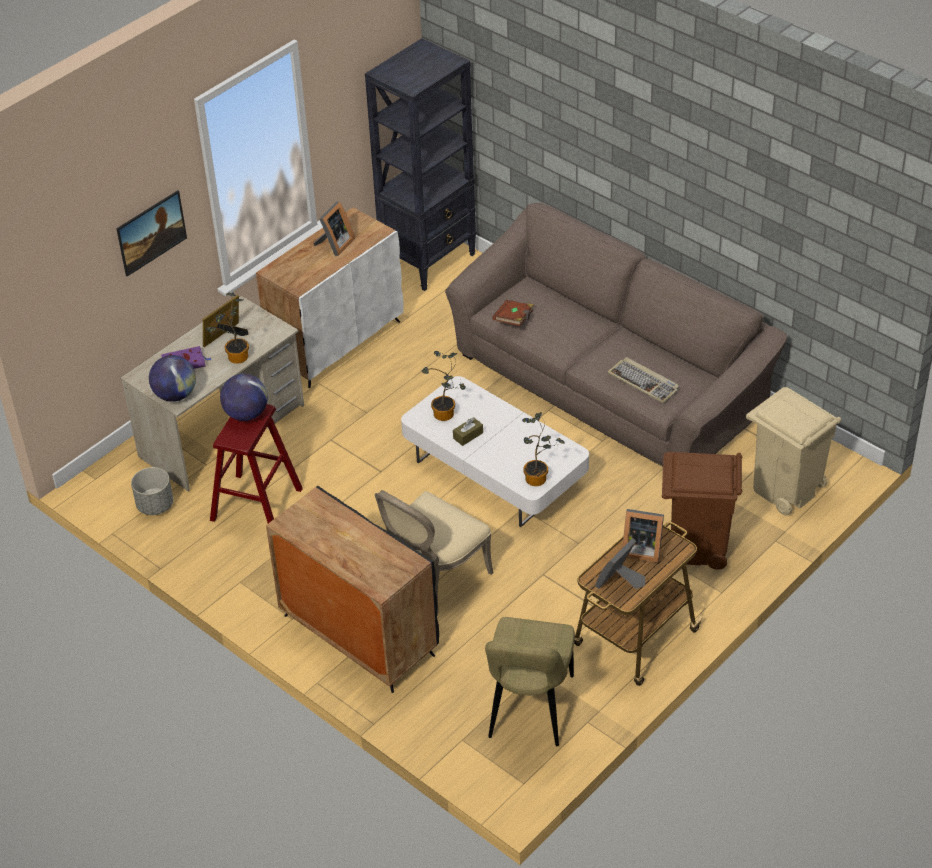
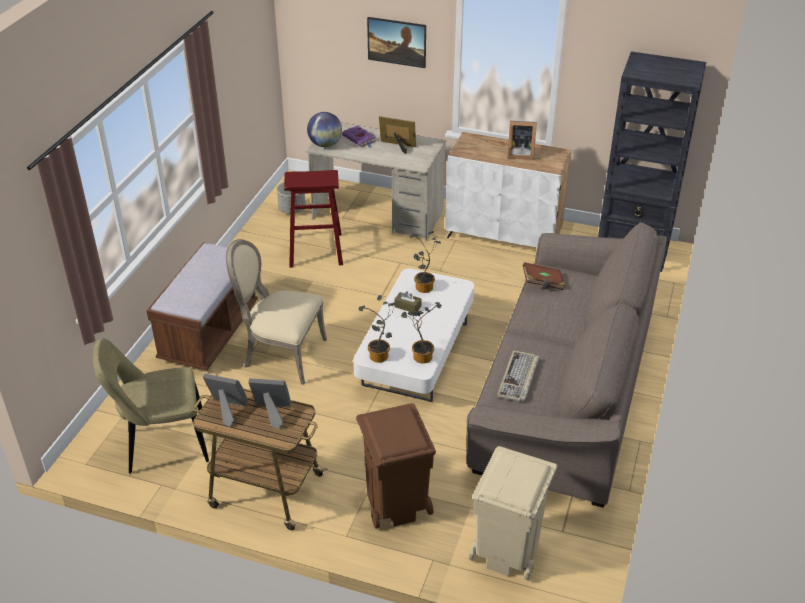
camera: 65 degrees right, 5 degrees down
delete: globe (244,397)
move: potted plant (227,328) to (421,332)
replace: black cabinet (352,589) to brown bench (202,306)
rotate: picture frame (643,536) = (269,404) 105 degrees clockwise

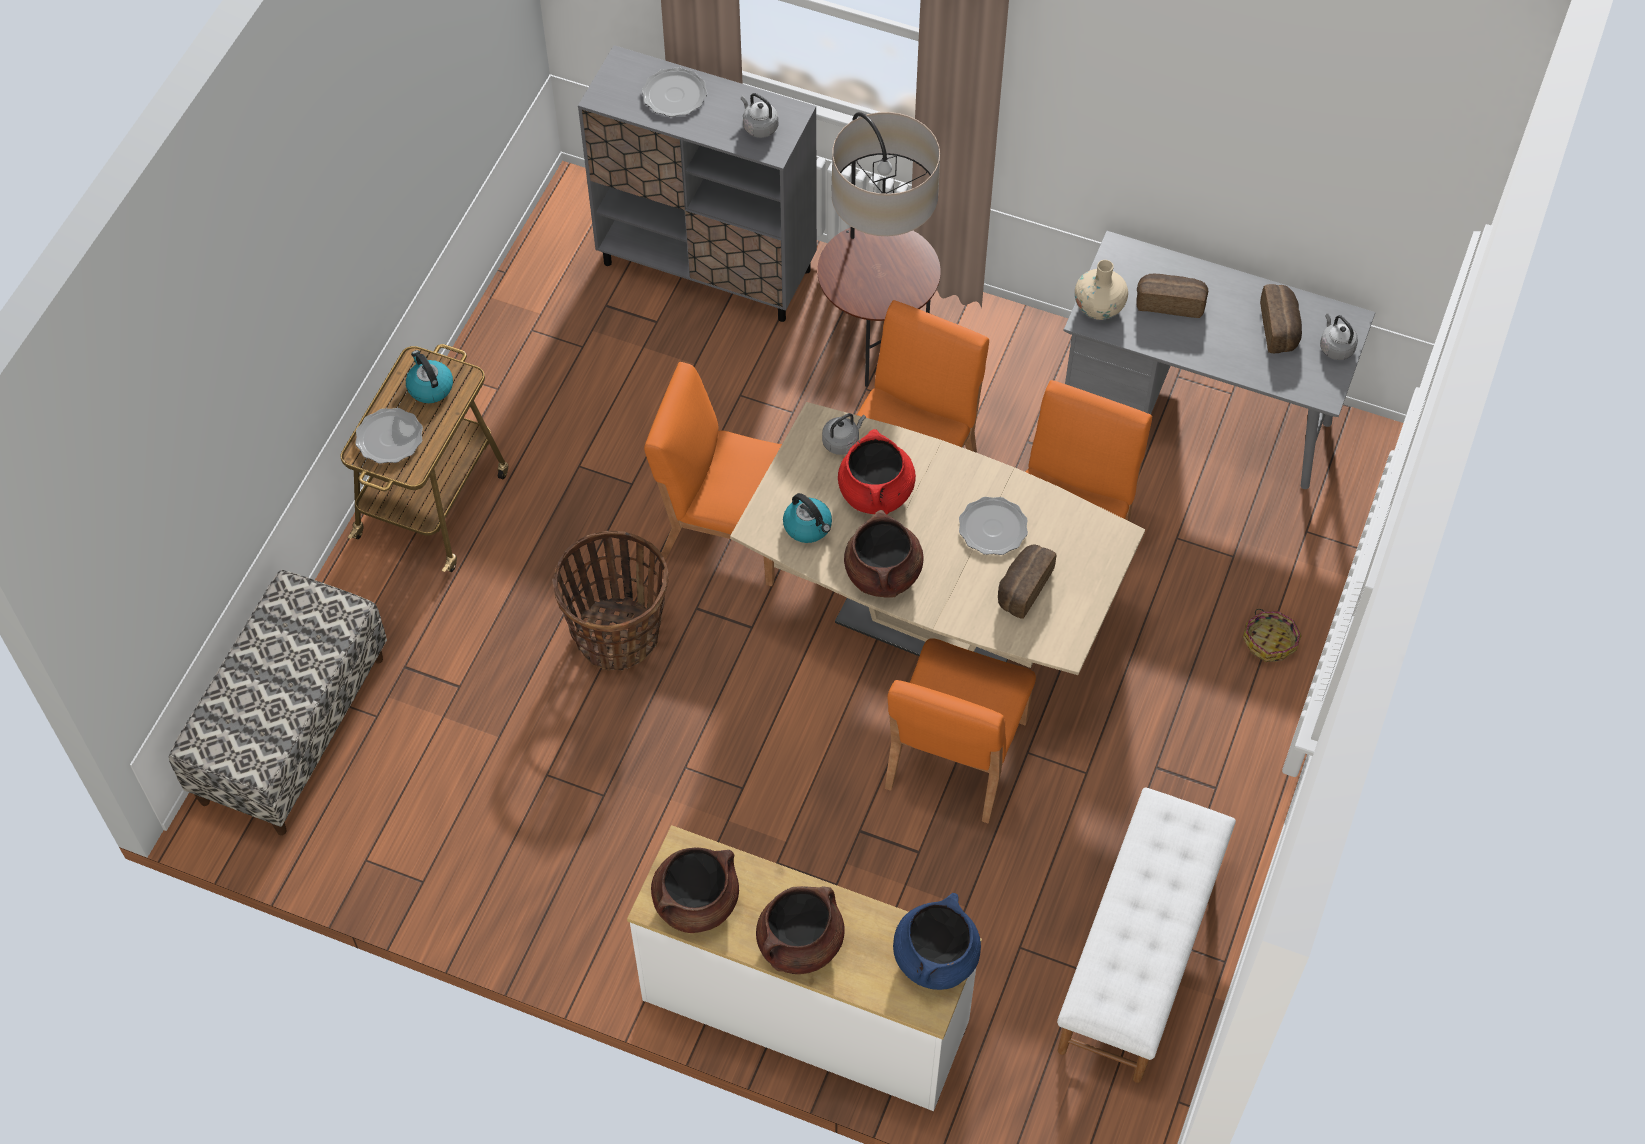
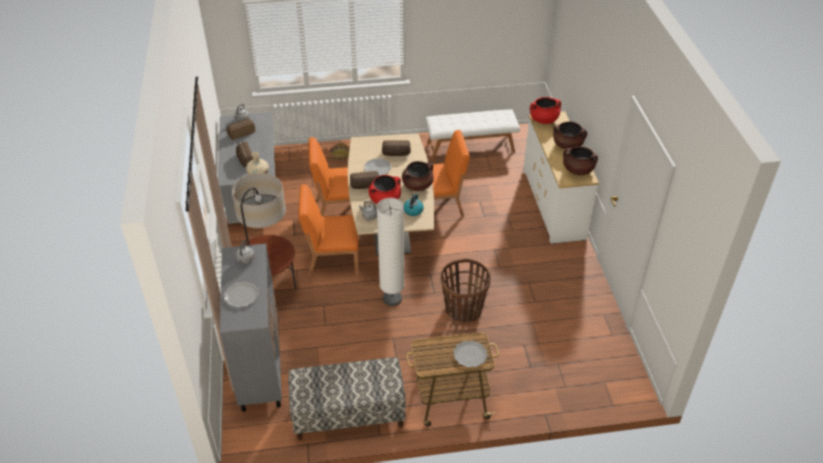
camera: 120 degrees left, 15 degrees down
delete: kettle (429,376)
insert: bread (364,180)
move: bench (278,702) to (347,398)
replace: orange chair (713,474) to white floor lamp (391,252)
recolor: blue cooking pot (937,941) to red cooking pot (545,110)

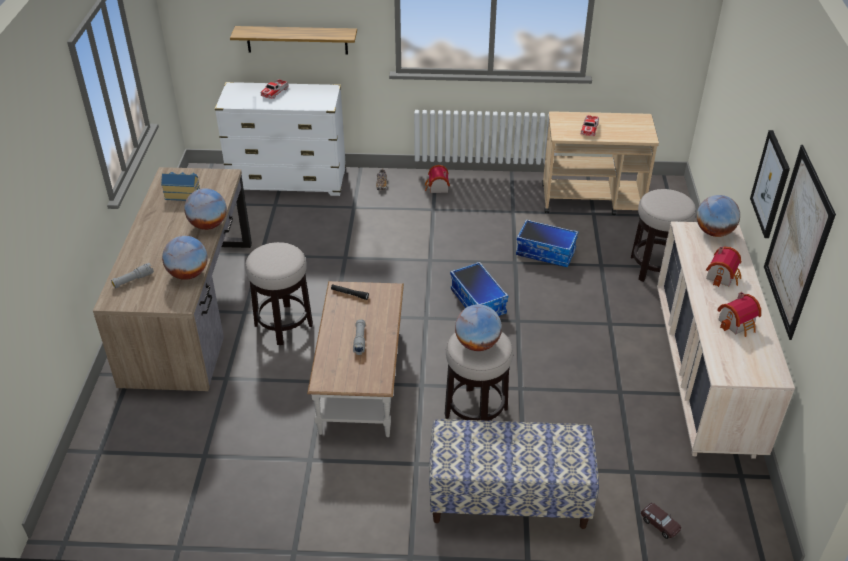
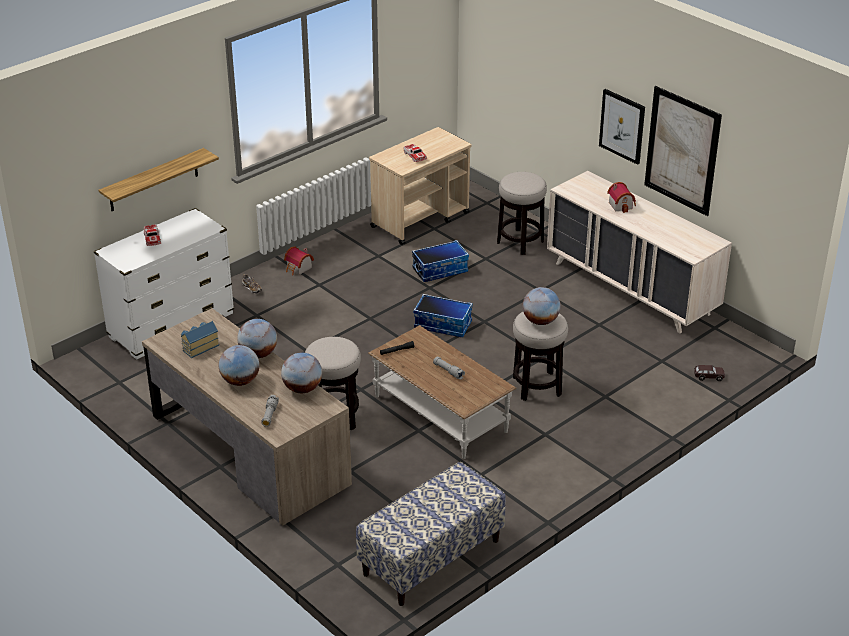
camera: 45 degrees left, 5 degrees down
delete: toy house (739,314)
move: globe (718,216) to (239,365); bench (514,474) to (431,534)

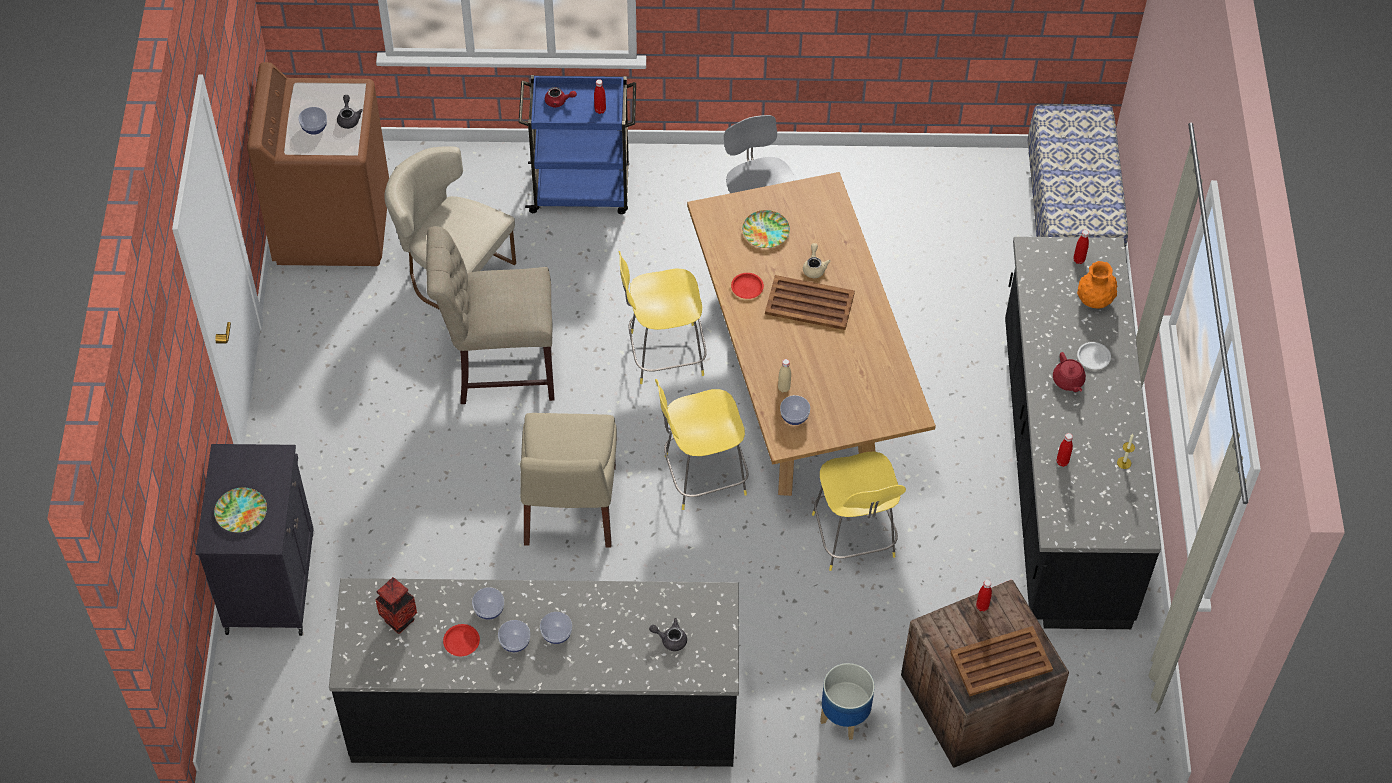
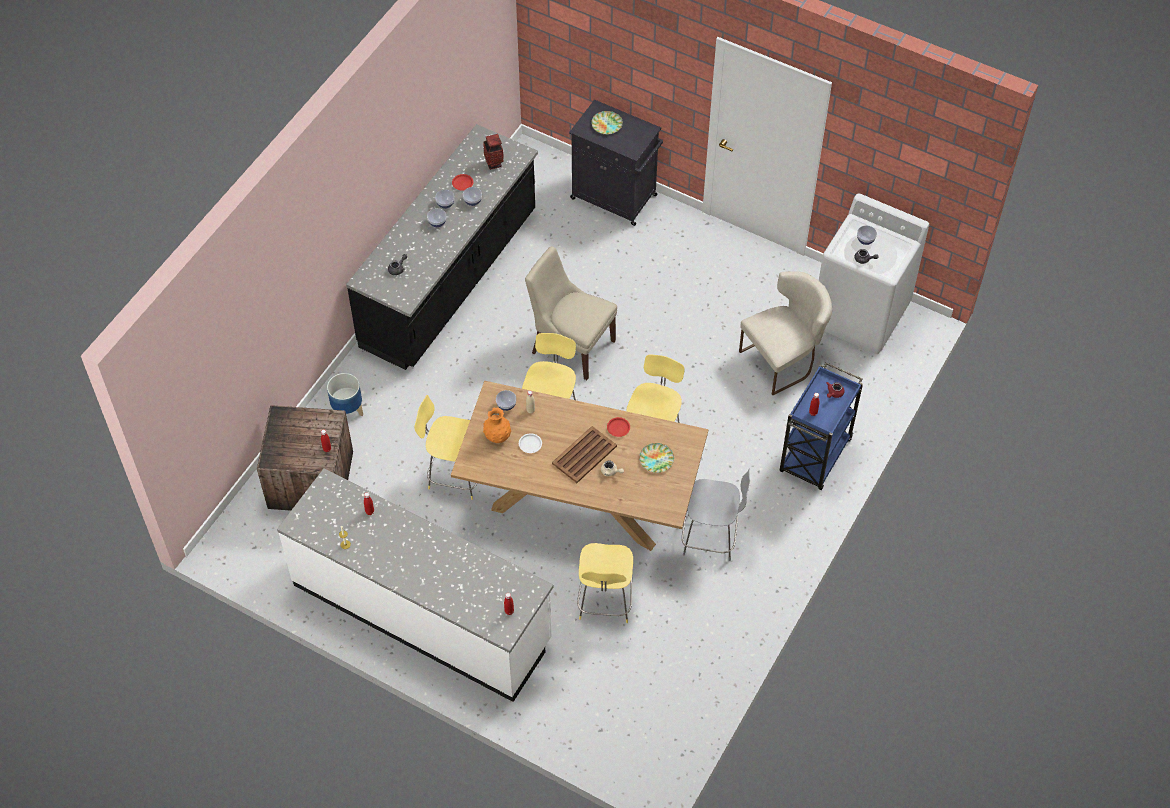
camera: 120 degrees right, 0 degrees up
delete: beige chair (490,315); brown tray (1001,661); bench (1077,177); red teapot (1069,372)
insert: yellow stool (605,583)
move: orange vase (1097,284) to (497,425); white plate (1094,355) to (530,443)
recolor: black counter (1083,433) to white counter (415,585); brown washing machine (318,164) to white washing machine (874,273)

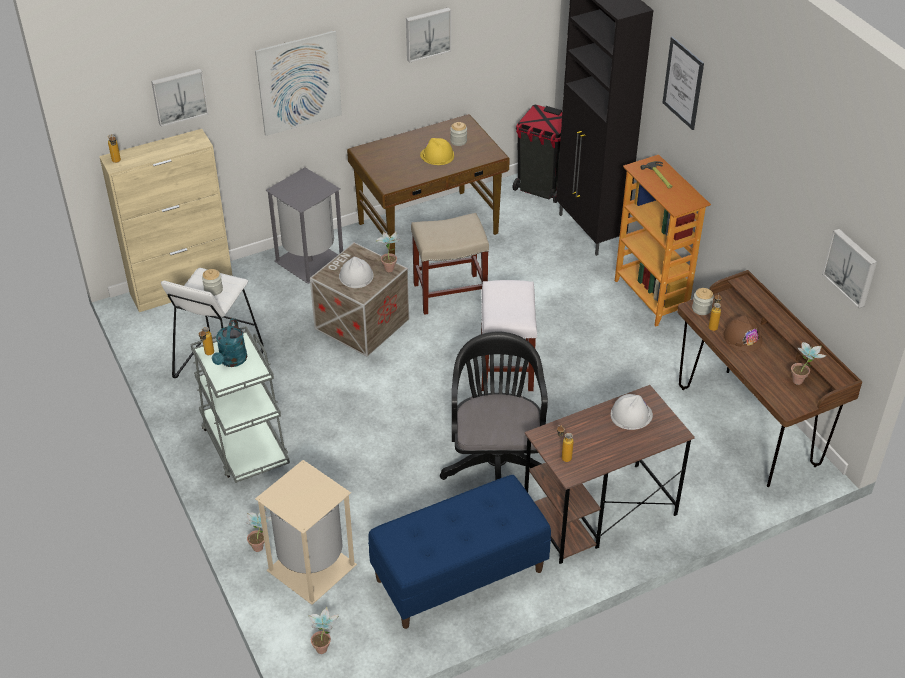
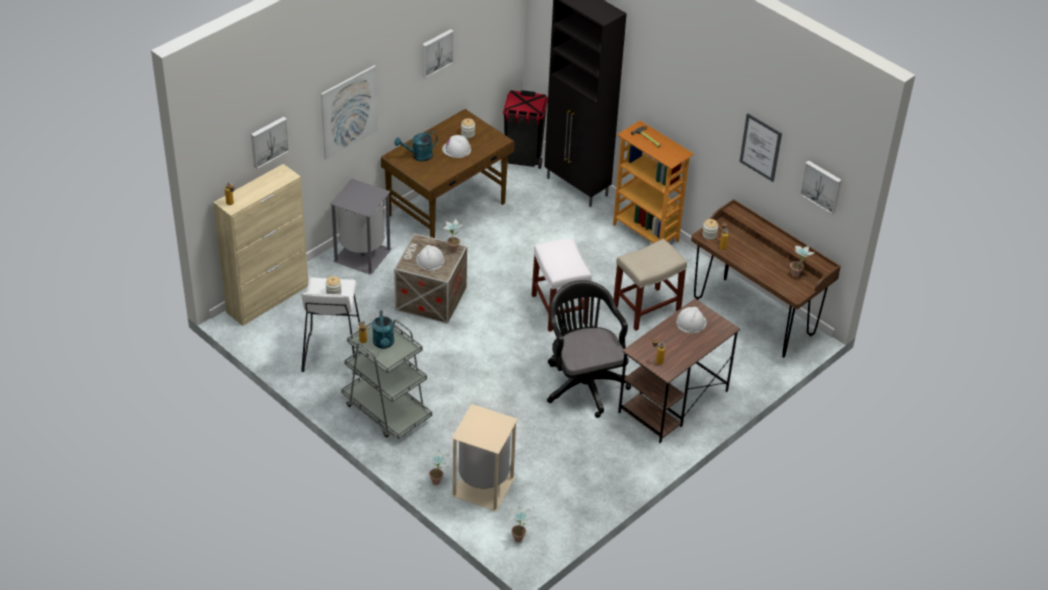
camera: 20 degrees left, 0 degrees up
delete: blue bench (459,552); brown hard hat (742,333)
insert: turquoise watering can (415,146)
move: beige stool (450,264) to (650,285); picture (683,83) to (761,147)
recolor: yellow hard hat (437,151) to white hard hat (456,146)

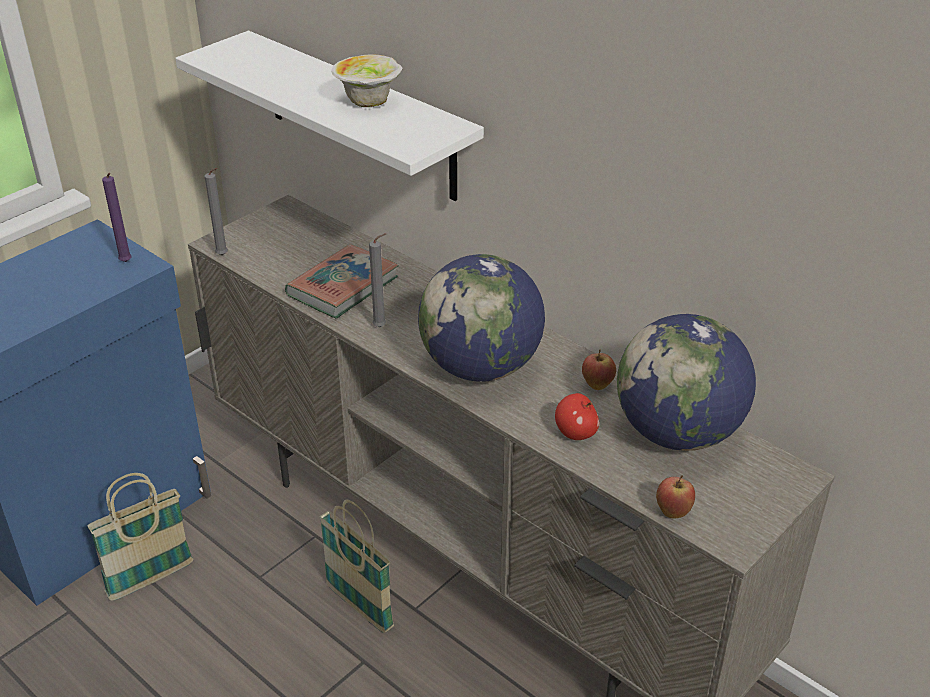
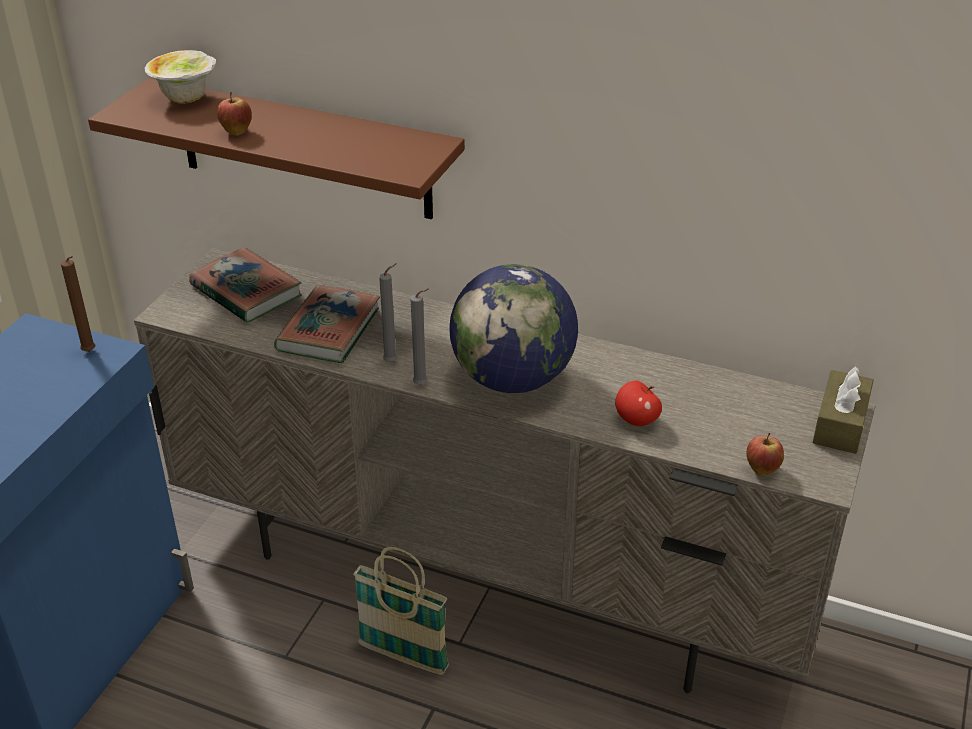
camera: 20 degrees left, 0 degrees up
delete: basket (140,536); globe (686,382)
insert: book (245,285); brown tissue box (843,410)
move: bowl (367,80) to (180,77); apple (599,370) to (234,114); grey candle (216,211) to (420,336)
recolor: purple candle (117,217) to brown candle (78,304); white shelf (329,116) to brown shelf (276,148)

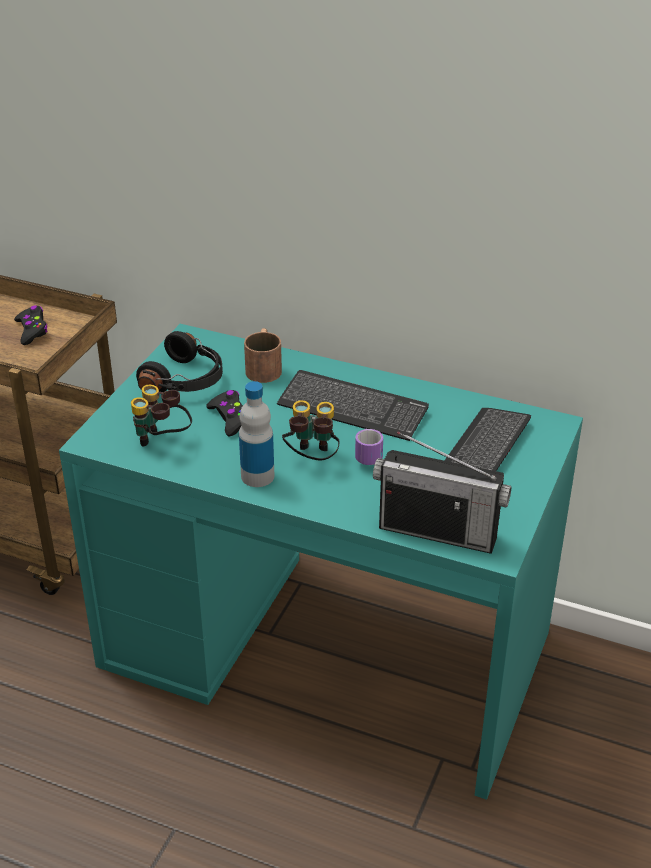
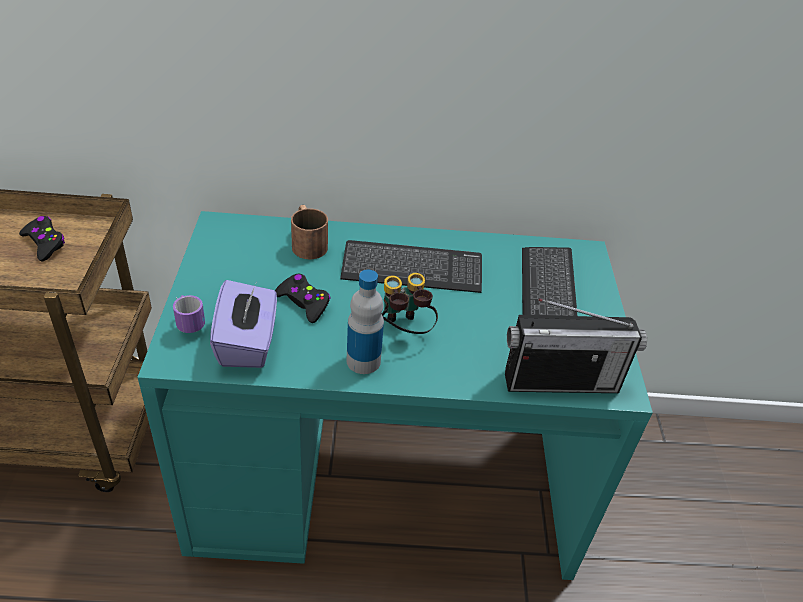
camera: 25 degrees left, 5 degrees up
delete: black headphones (179,361)
move: mug (369,447) to (189,314)
replace: binoculars (161,416) to purple tissue box (243,324)

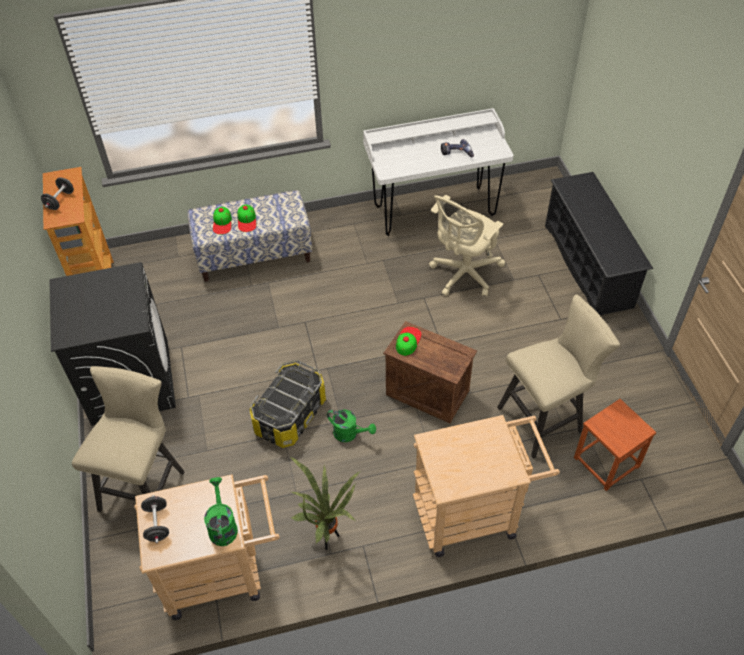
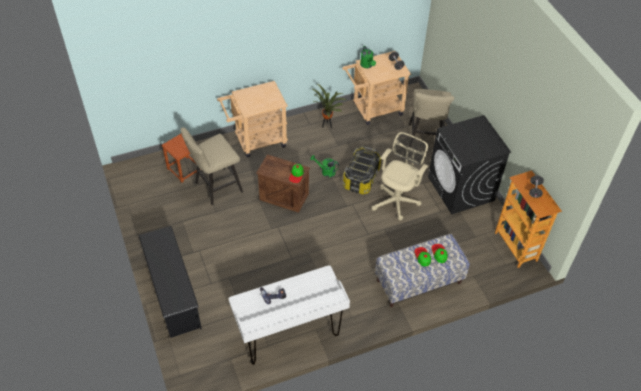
camera: 170 degrees right, 0 degrees up
move: beige office chair (467,246) to (400,176)

